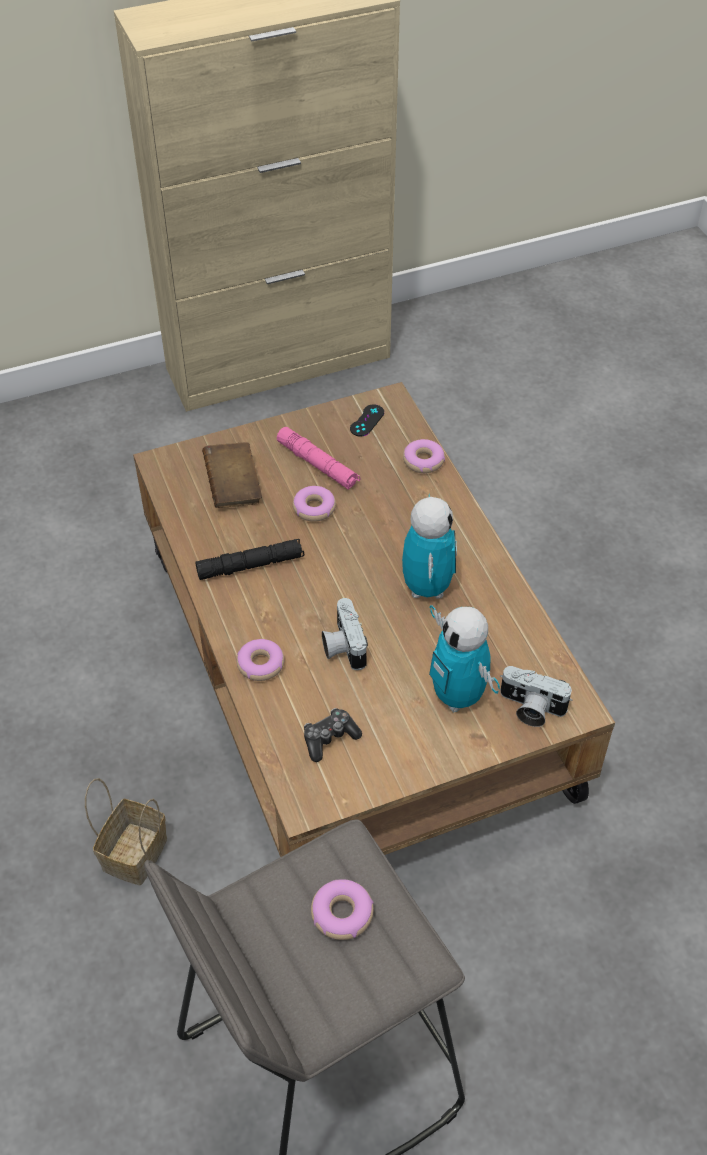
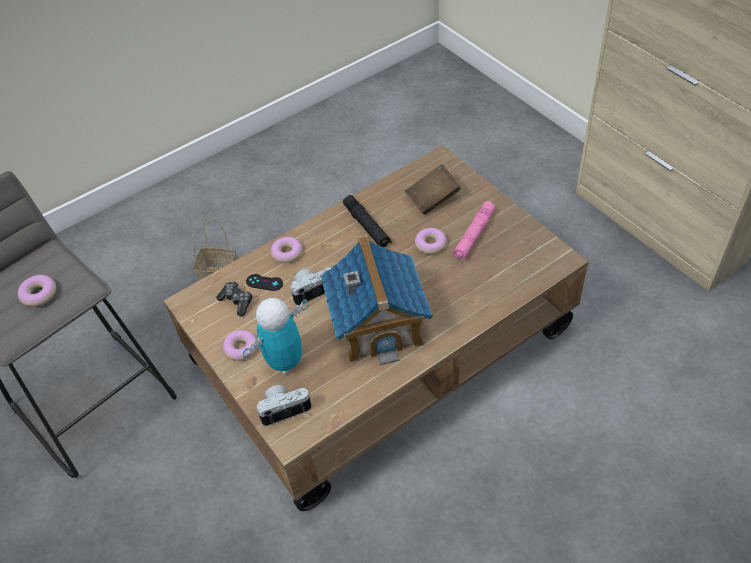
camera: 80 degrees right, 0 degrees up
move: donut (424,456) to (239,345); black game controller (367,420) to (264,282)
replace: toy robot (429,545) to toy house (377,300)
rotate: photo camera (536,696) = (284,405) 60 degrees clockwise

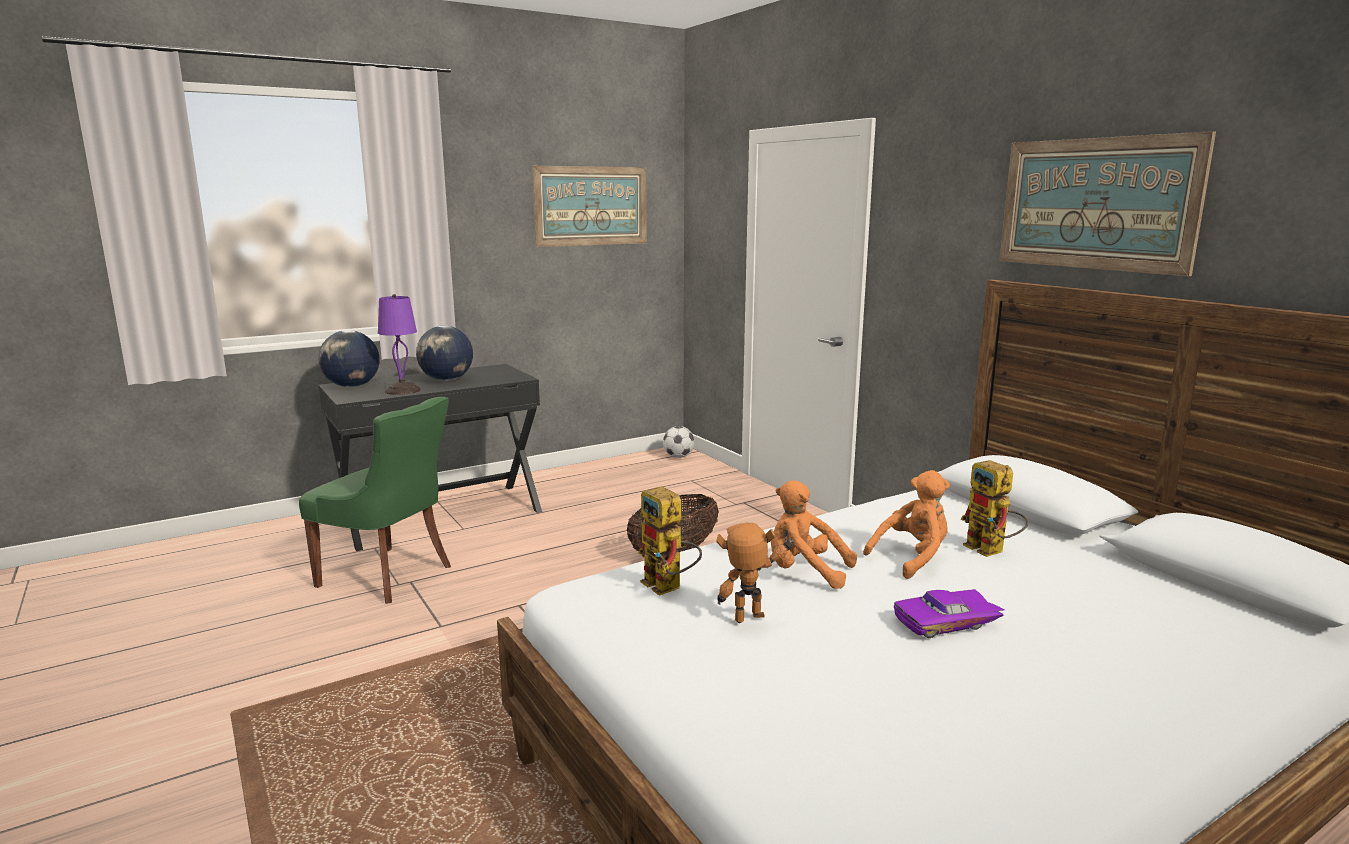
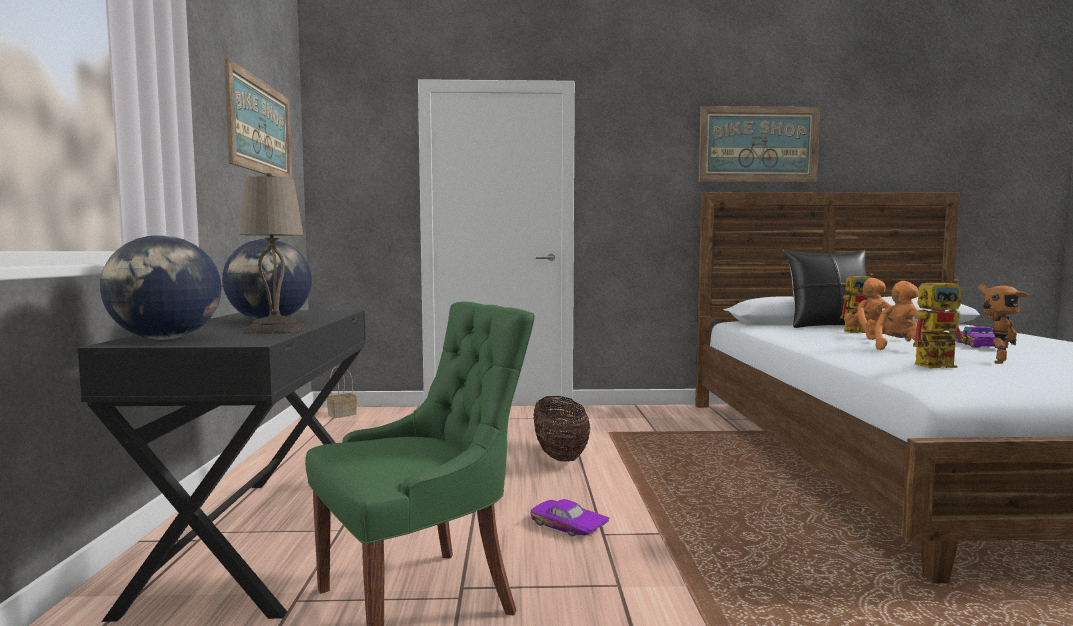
camera: 60 degrees left, 10 degrees down
insert: purple toy car (569,517); black pillow (824,288)
replace: football (679,442) to basket (341,392)
recolor: purple table lamp (399,344) to beige table lamp (271,253)
rotate: orange plush toy (814,534) = (898,315) 150 degrees clockwise; toy robot (755,573) = (1004,324) 135 degrees counterclockwise

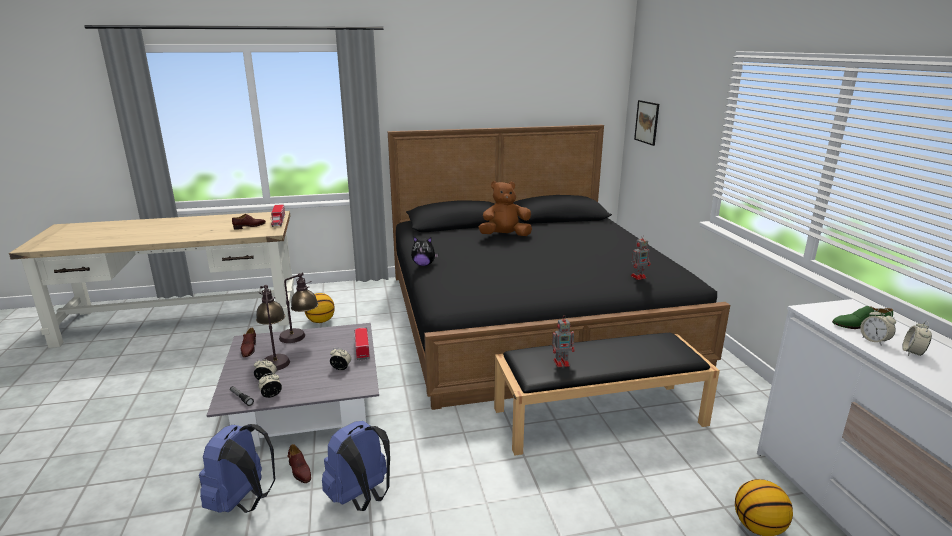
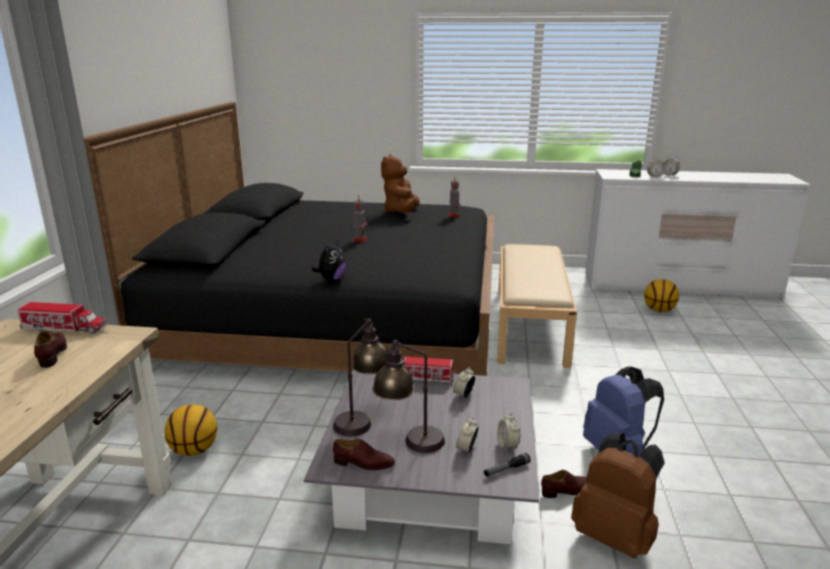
camera: 70 degrees left, 0 degrees up
delete: picture (646,123)
move: toy robot (563,343) to (360,218); brown plush toy (505,208) to (400,184)
recolor: black bench (607,394) to beige bench (537,306); blue backpack (237,468) to brown backpack (618,495)

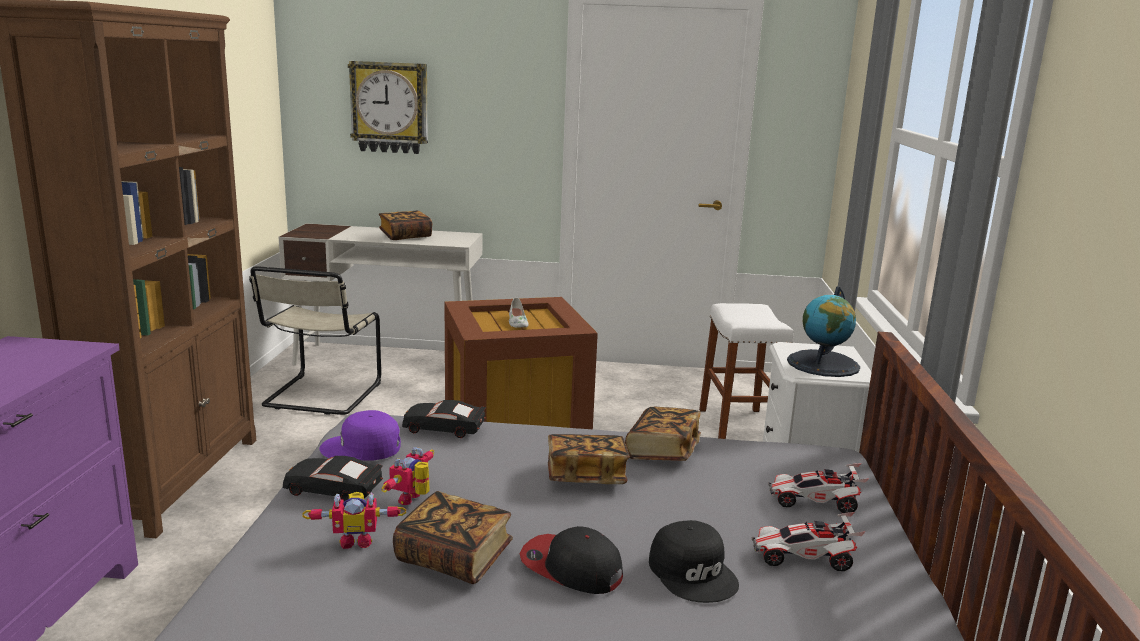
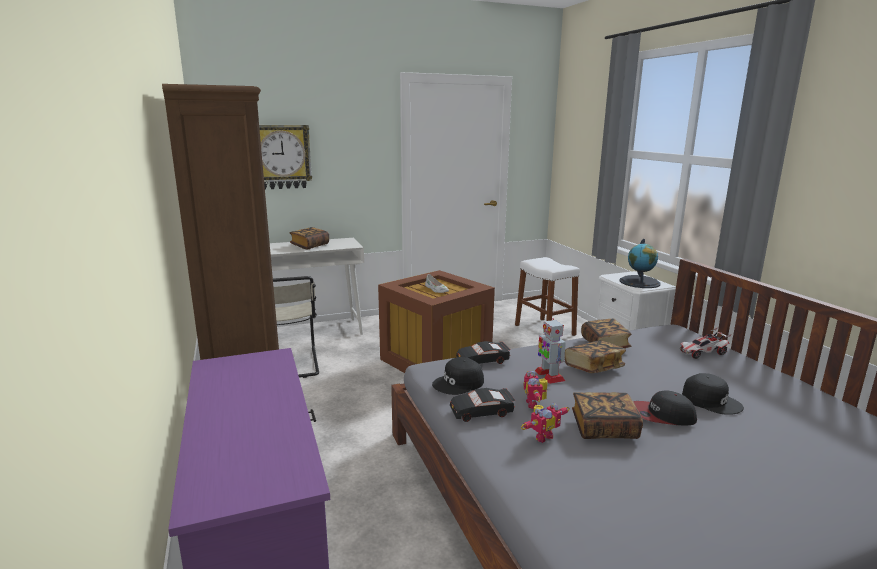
camera: 25 degrees left, 0 degrees up
delete: toy car (809,541)
insert: toy robot (550,351)
recolor: purple cap (360,435) to black cap (458,376)

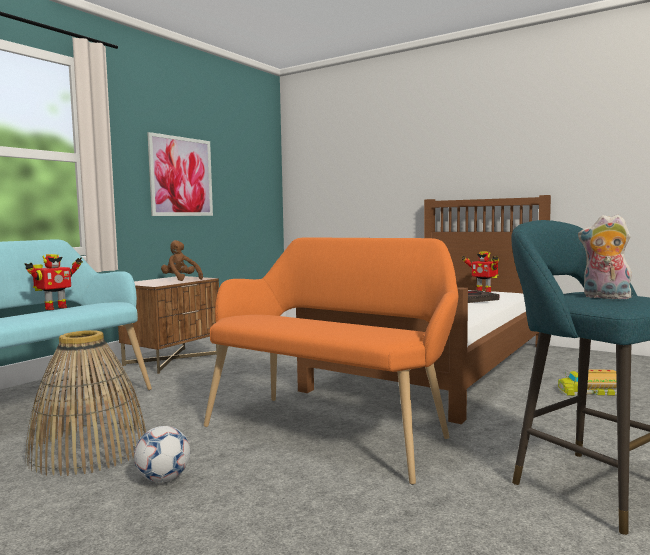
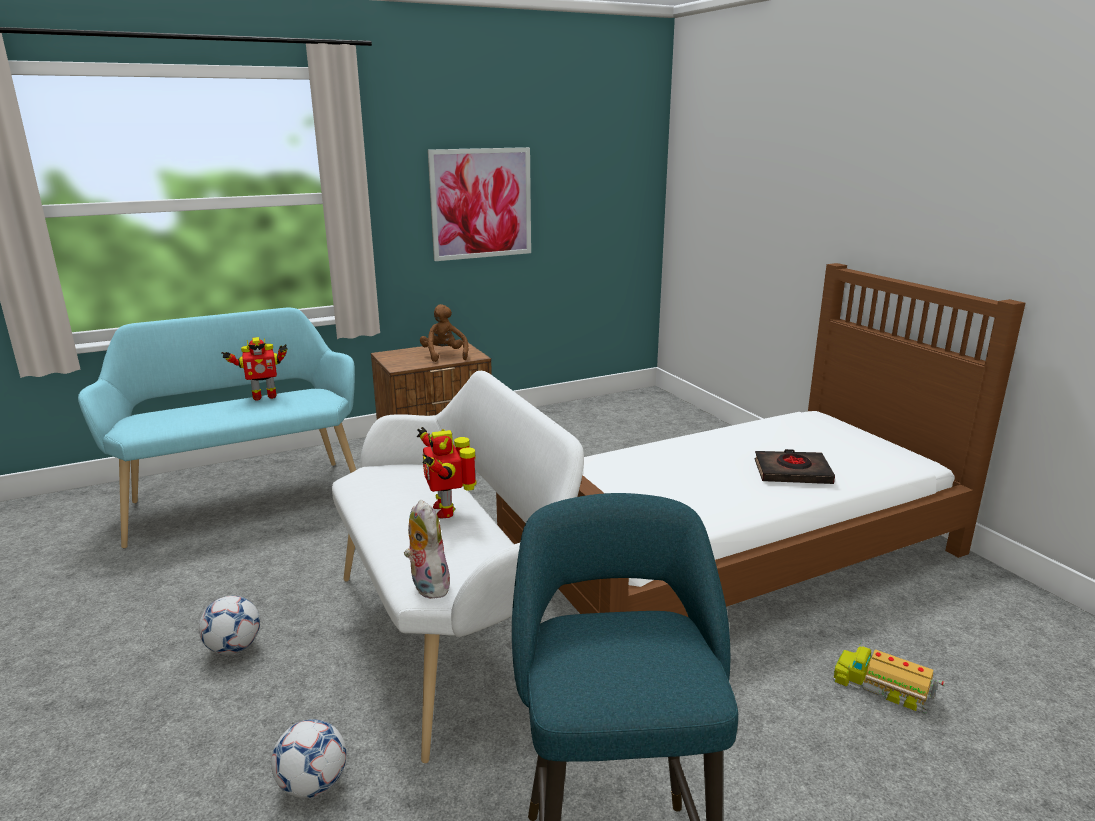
camera: 30 degrees right, 15 degrees up
delete: basket (86,403)
insert: football (308,758)
move: plush toy (605,257) to (427,549); toy robot (480,271) to (446,473)
recolor: orange bench (331,361) to white bench (458,567)

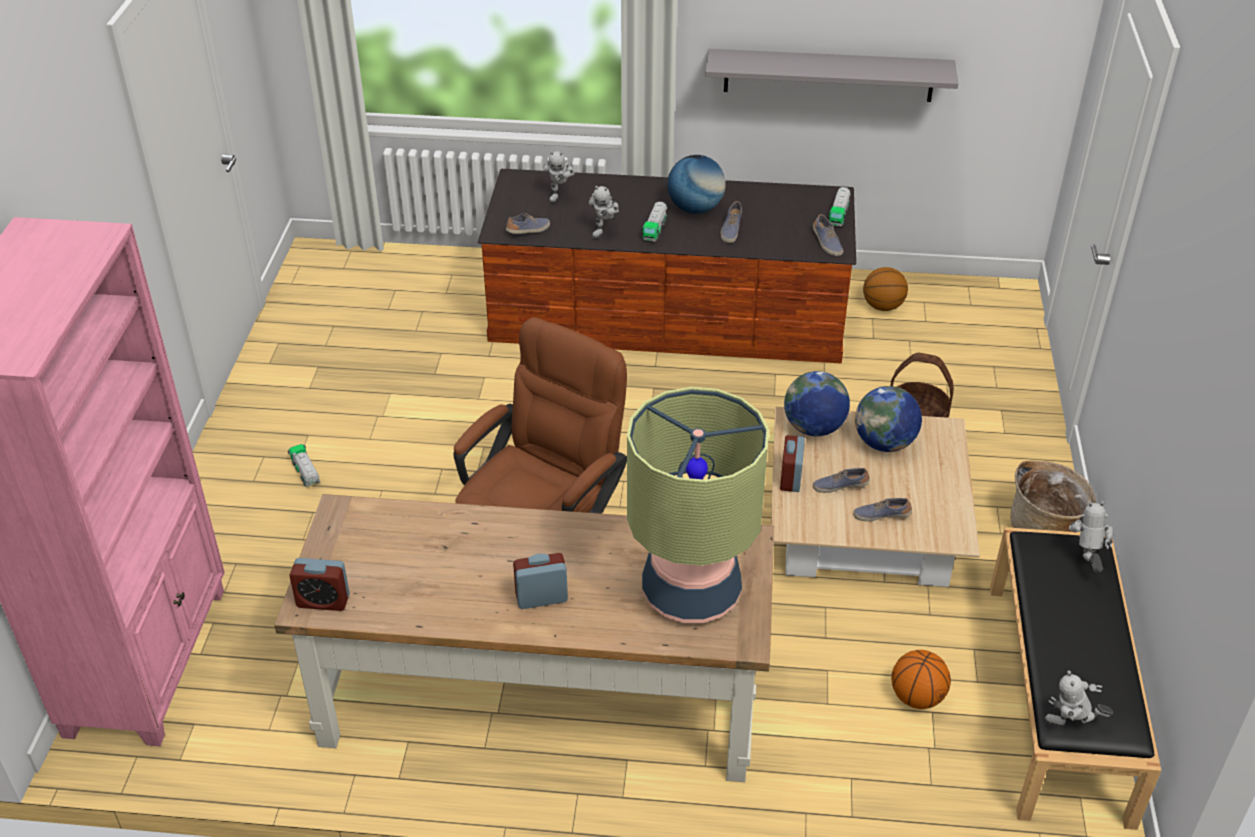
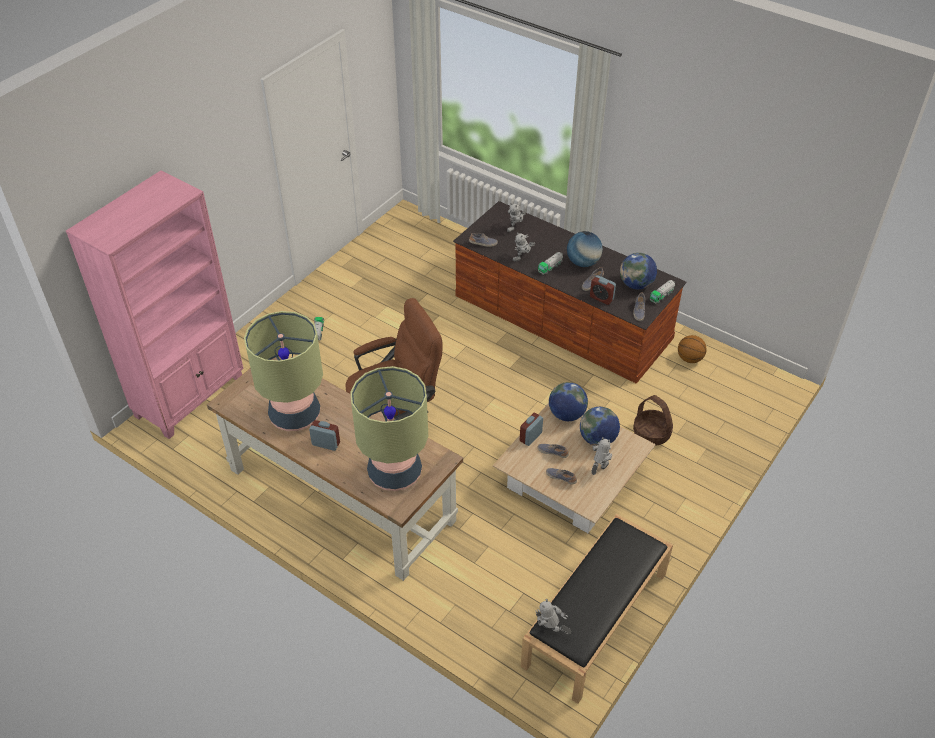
camera: 30 degrees right, 5 degrees up
delete: grey shelf (831,75); basketball (921,679); basket (1053,496)
insert: table lamp (283,371); globe (638,271)
move: alarm clock (319,584) to (603,290); toy robot (1091,536) to (601,456)

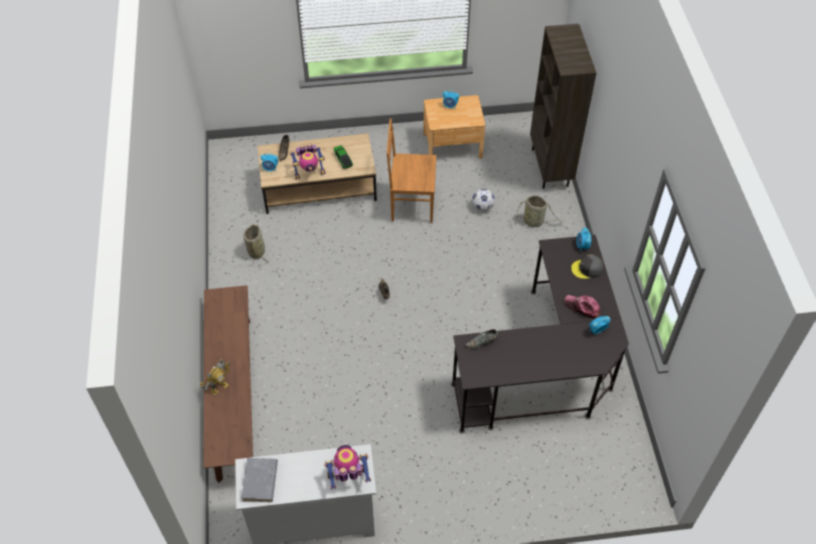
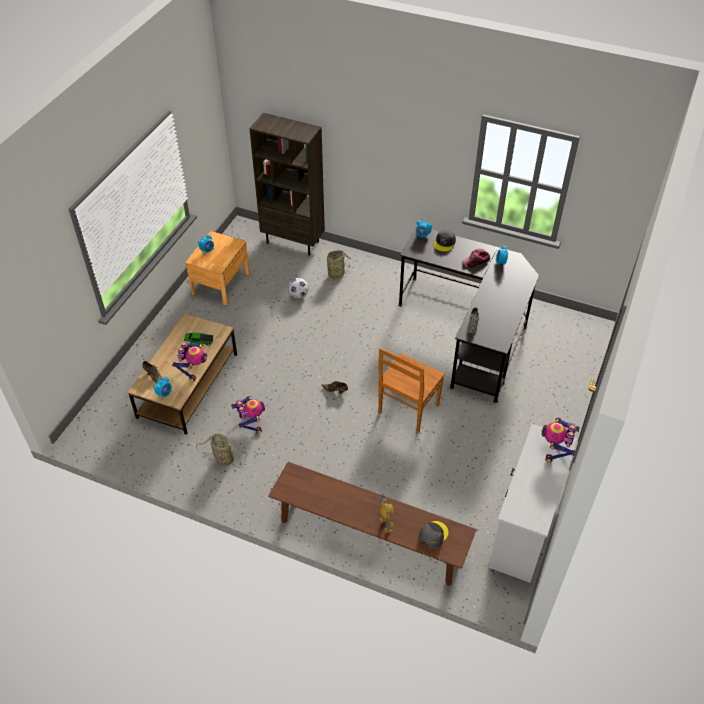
camera: 60 degrees left, 5 degrees down
delete: grey book (259,480)
insert: toy robot (248,414); grey cap (433,535)
move: brown chair (411,170) to (411,390)

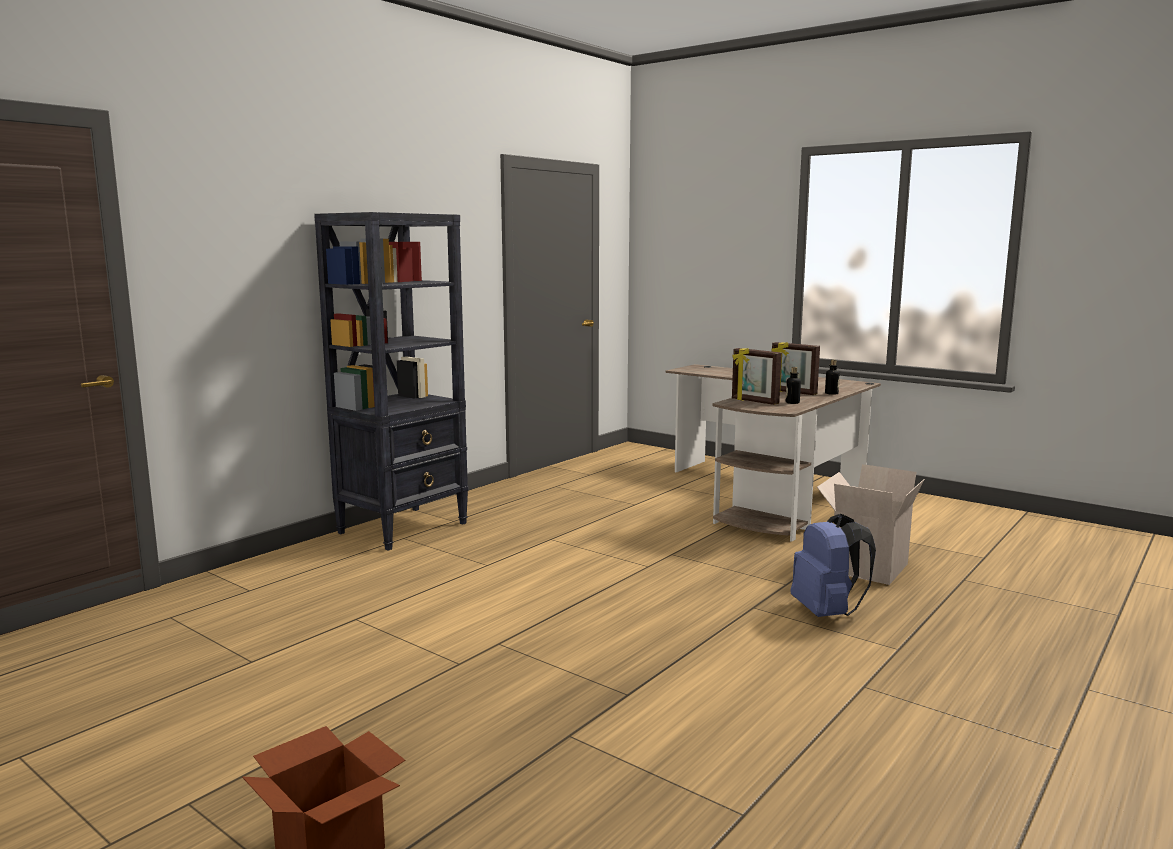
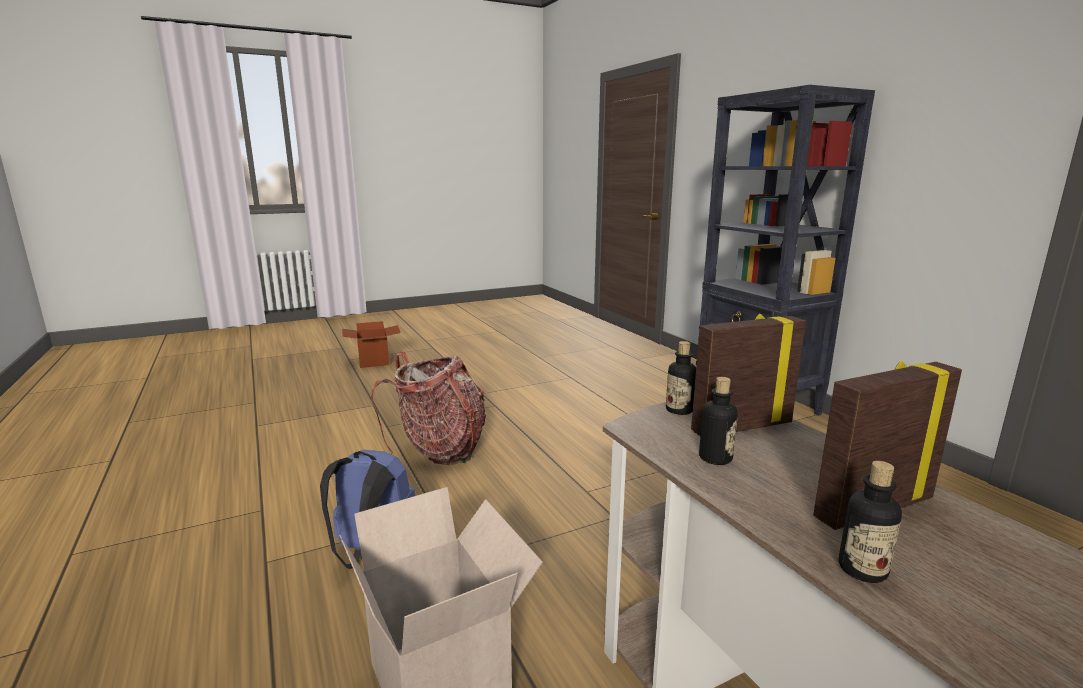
camera: 115 degrees right, 5 degrees up
insert: backpack (428,408); bottle (681,378)

